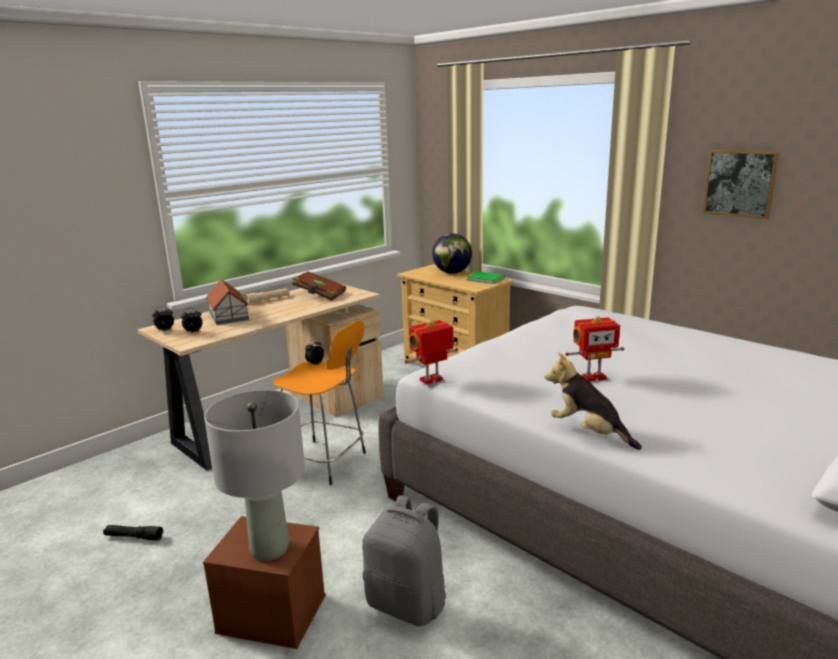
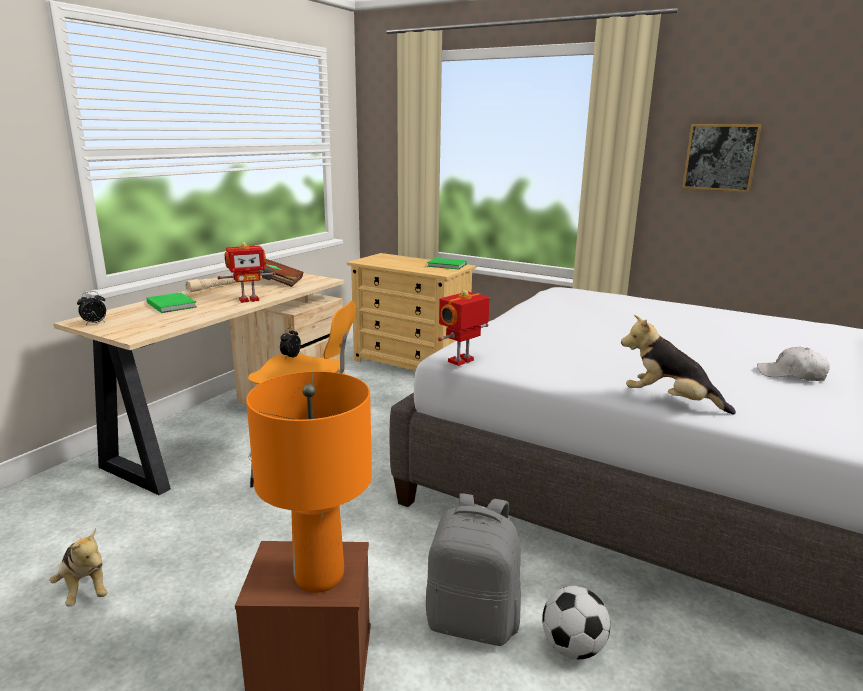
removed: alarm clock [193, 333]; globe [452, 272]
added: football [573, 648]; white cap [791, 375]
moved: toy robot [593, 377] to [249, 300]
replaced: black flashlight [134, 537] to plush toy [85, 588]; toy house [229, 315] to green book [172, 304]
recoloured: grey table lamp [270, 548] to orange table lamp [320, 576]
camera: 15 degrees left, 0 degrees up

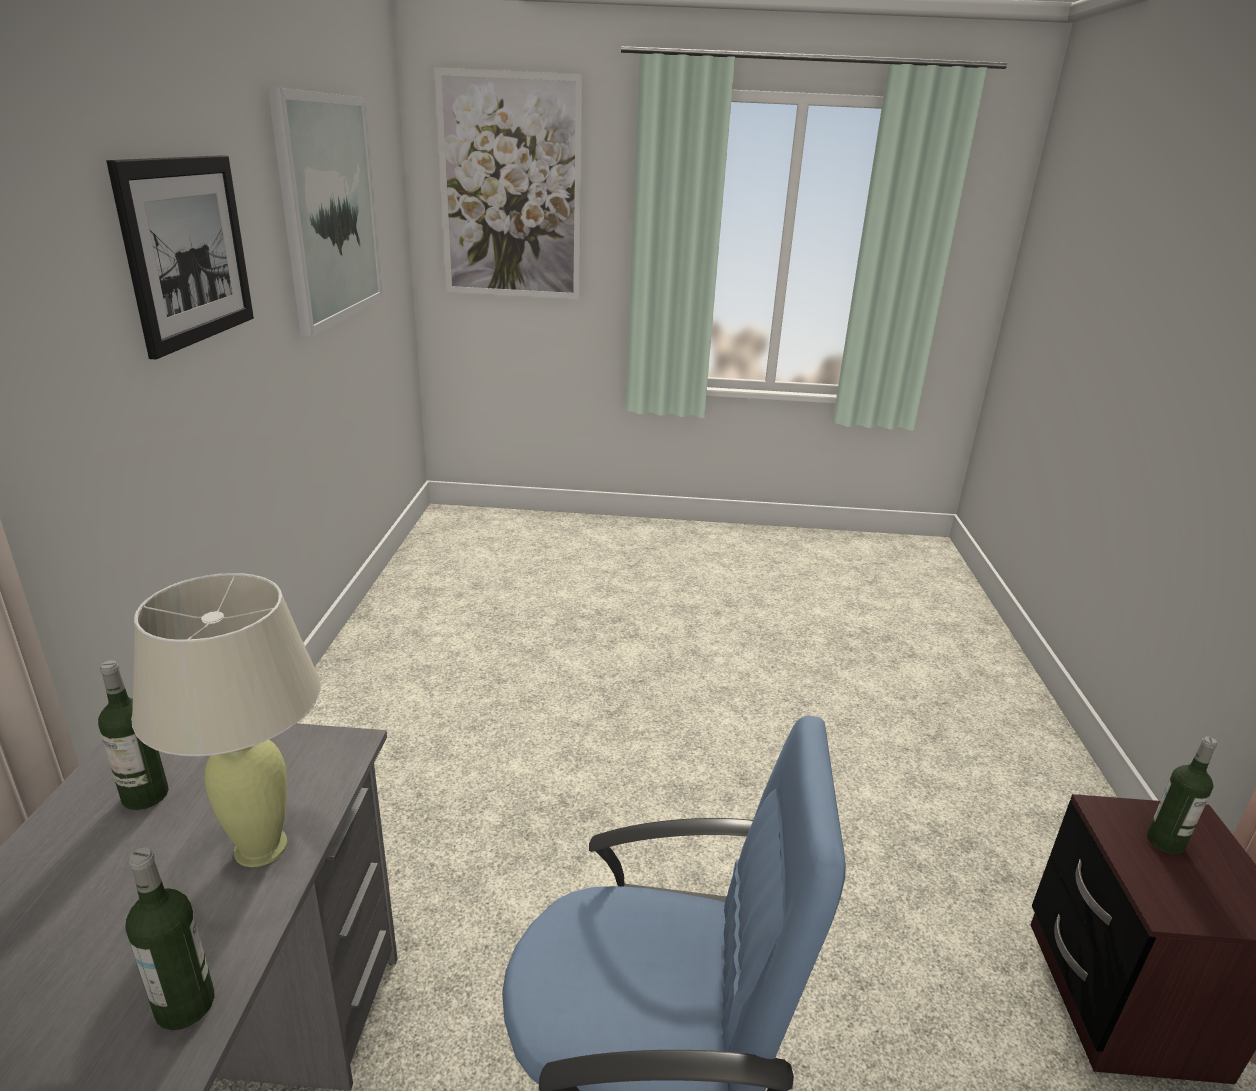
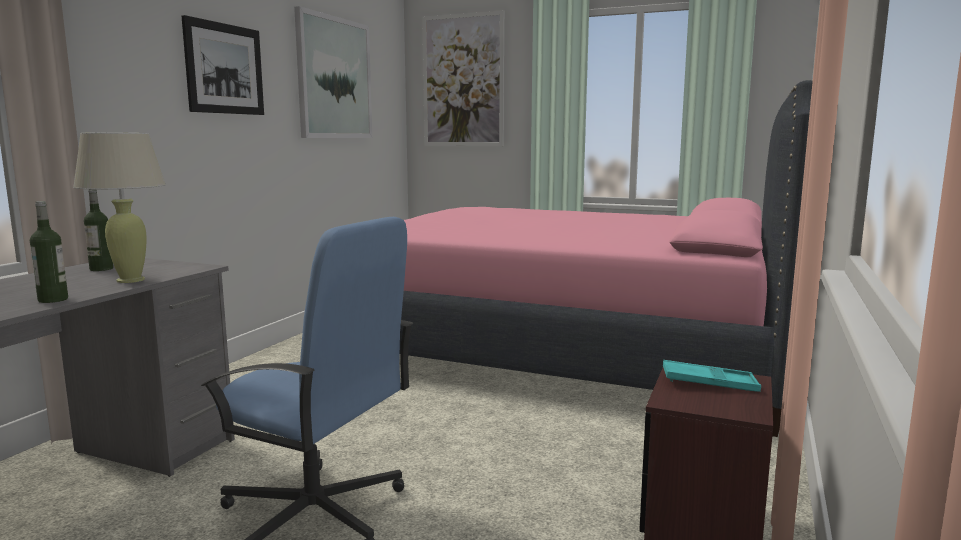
added: pink bed [566, 348]
replaced: bottle [1165, 842] to turquoise tray [709, 383]
camera: 20 degrees right, 15 degrees down

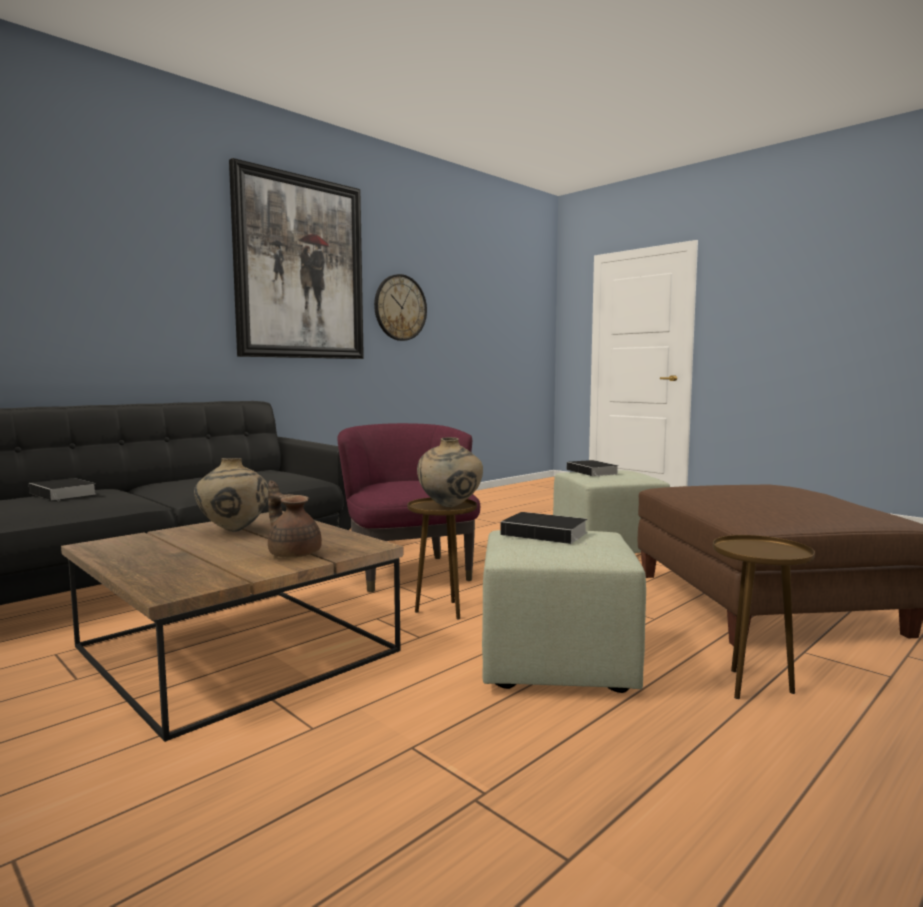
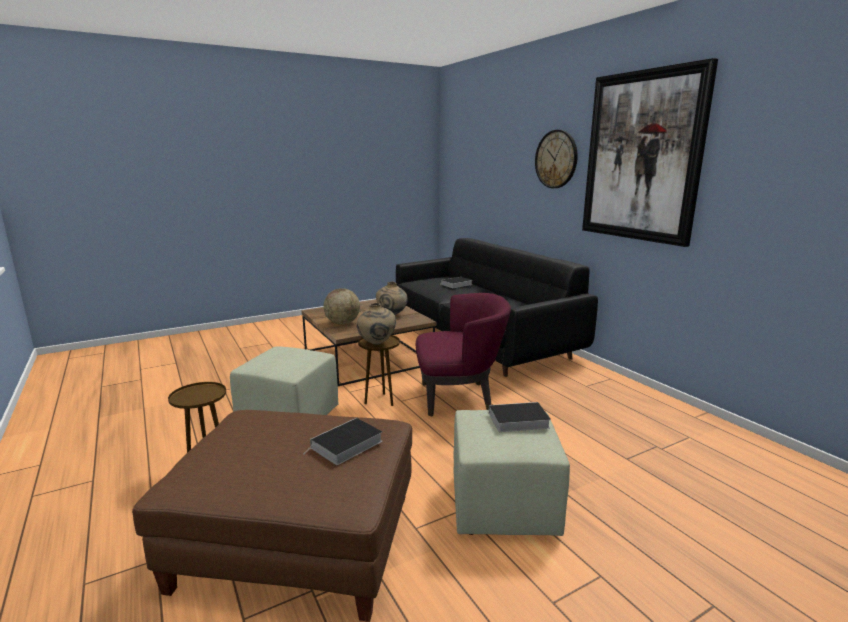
moved: wall clock [400, 307] to [556, 159]; book [547, 533] to [345, 445]
replaced: brown teapot [293, 553] to globe [342, 323]
camera: 105 degrees right, 10 degrees up

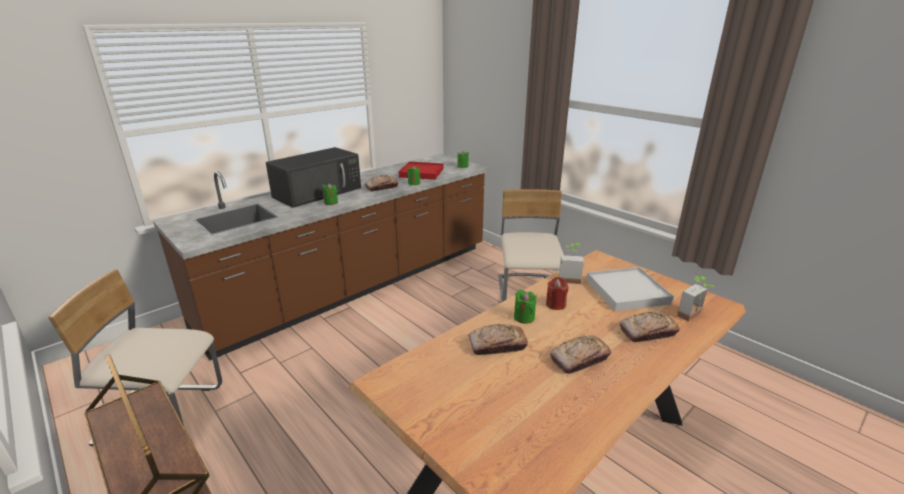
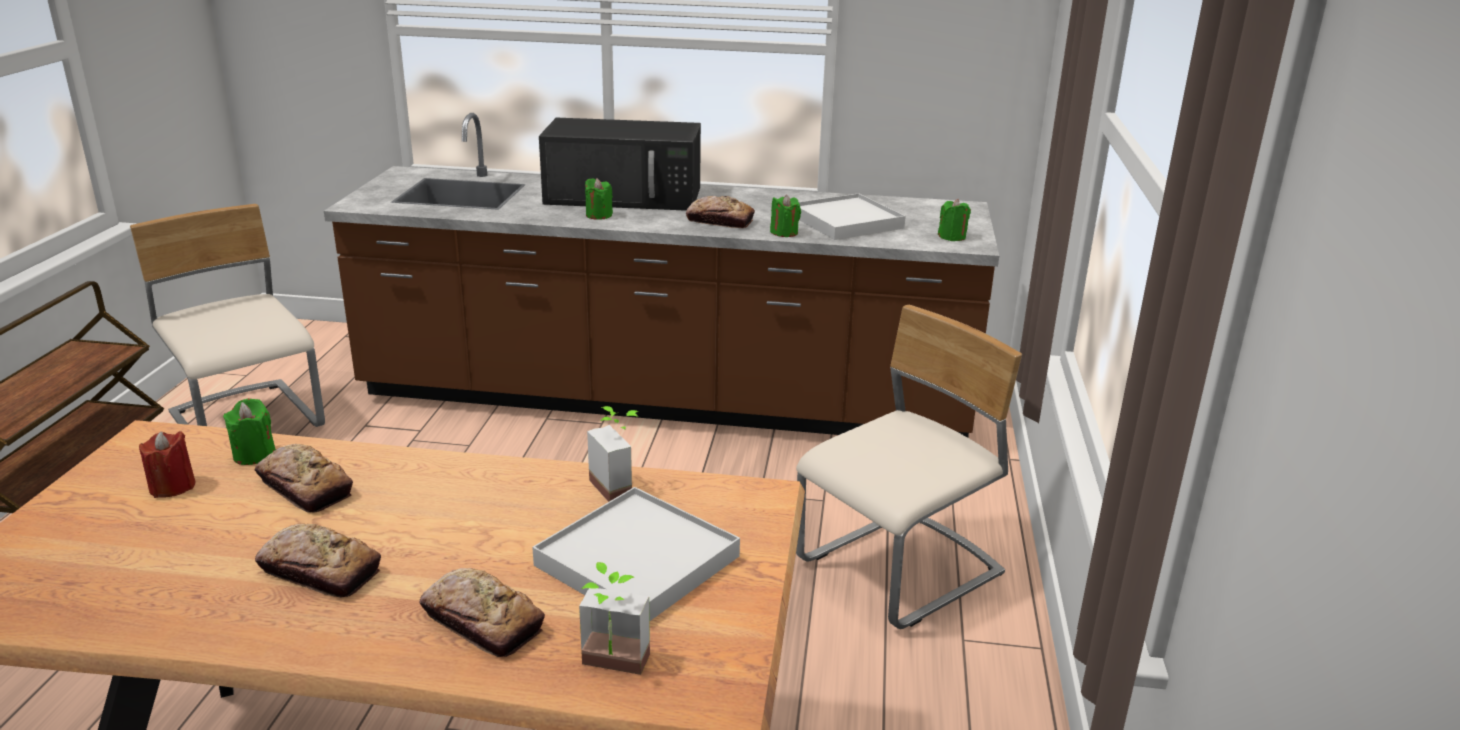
moved: green candle [524, 317] to [254, 455]; red candle [555, 304] to [172, 487]
recoloured: red tray [421, 173] to white tray [846, 221]
camera: 50 degrees right, 0 degrees up

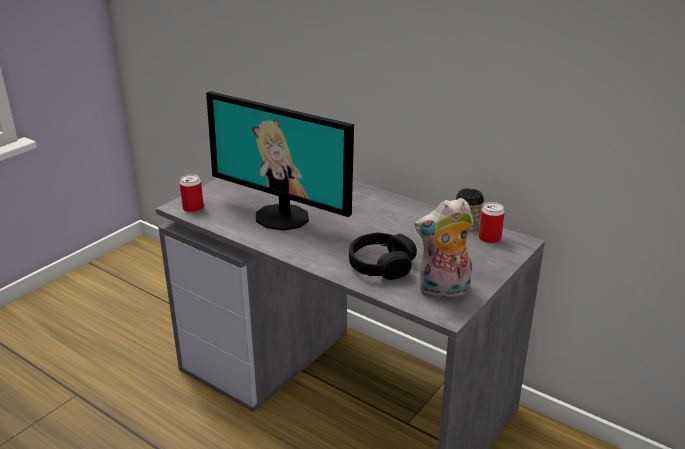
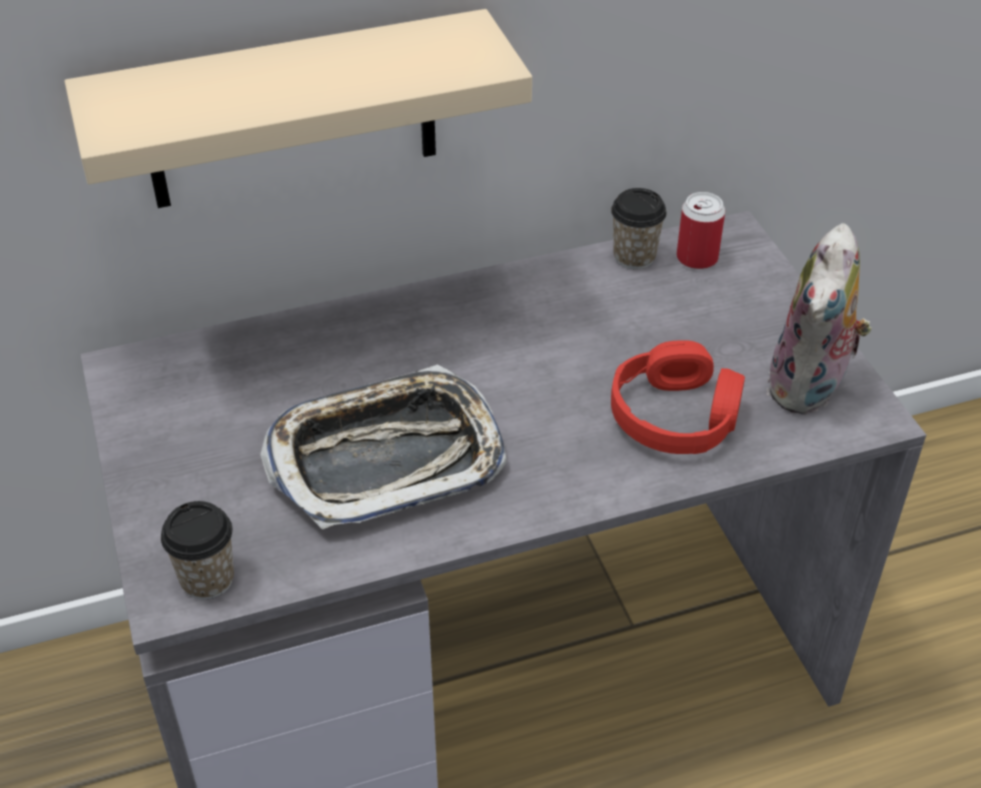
added: beige shelf [291, 112]
replaced: can [193, 208] to cup [207, 579]; monitor [283, 216] to tray [386, 457]
recoloured: black headphones [381, 265] to red headphones [675, 416]
camera: 55 degrees left, 15 degrees up

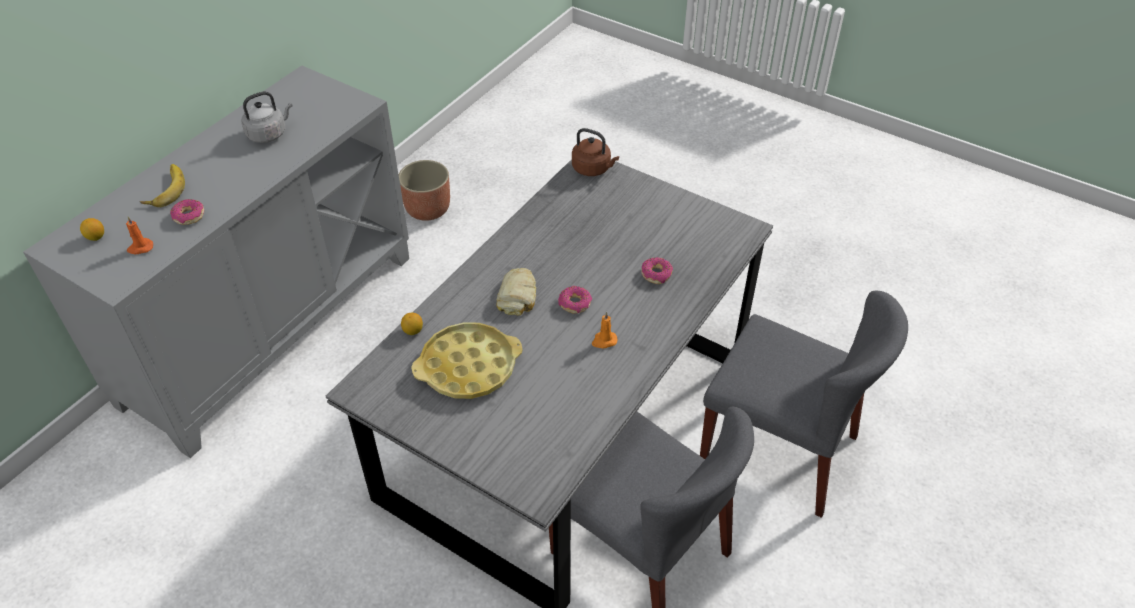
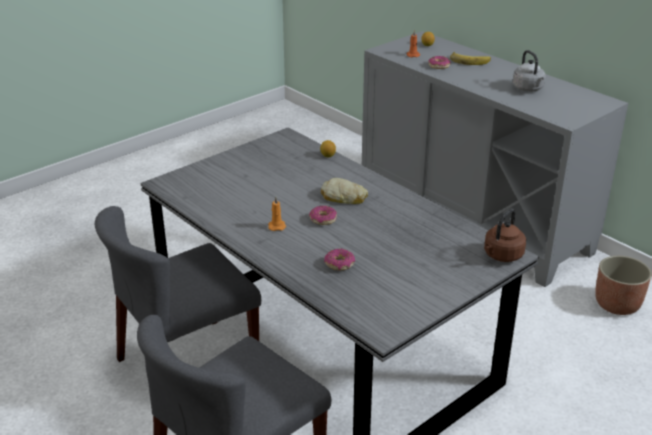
removed: yellow tray [468, 367]
camera: 105 degrees right, 15 degrees down

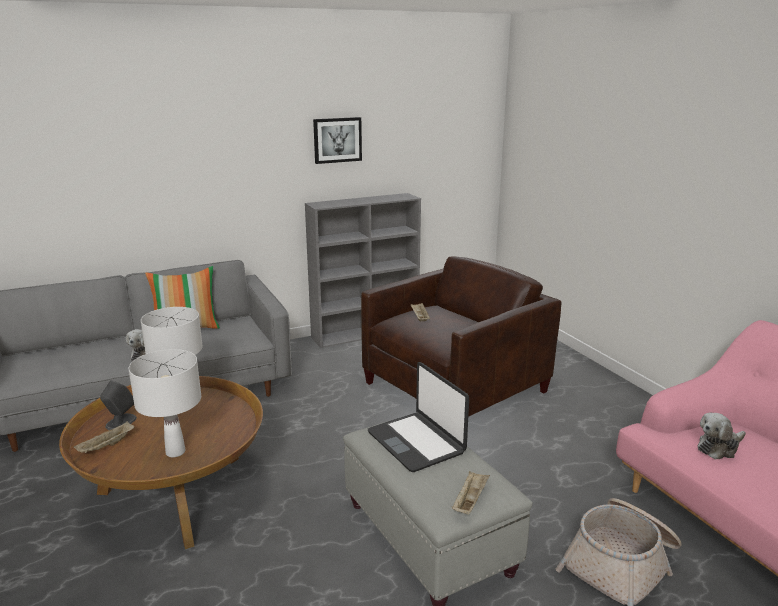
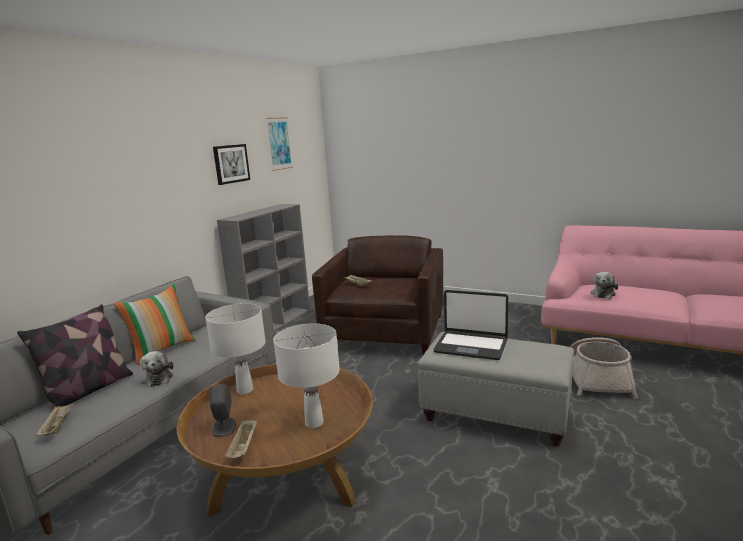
added: pillow [88, 390]; picture [279, 143]
moved: beige tray [470, 501] to [57, 427]
camera: 35 degrees left, 5 degrees down

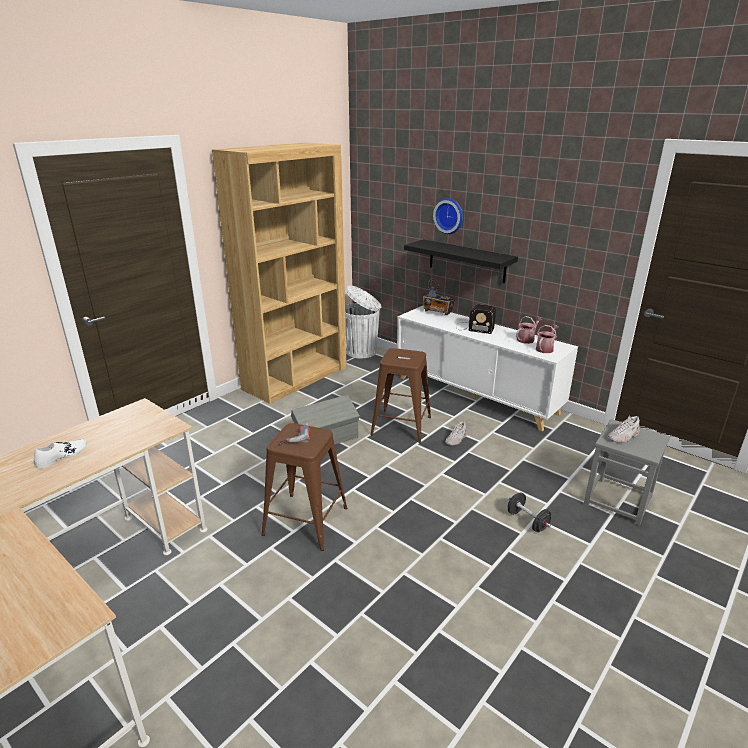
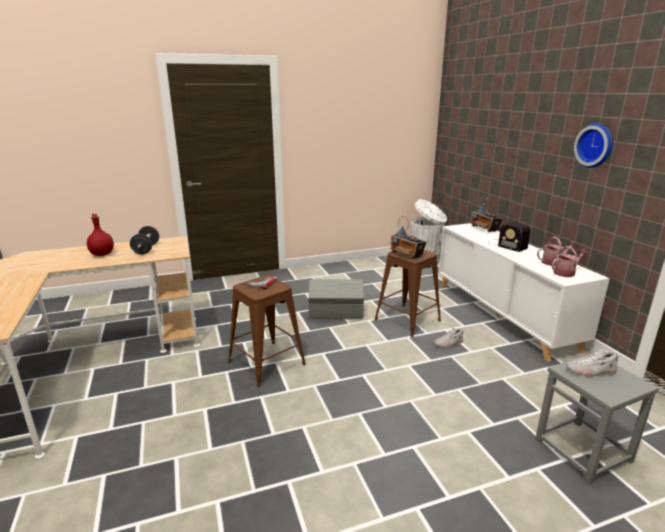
removed: brown bookcase [296, 378]; black shelf [467, 261]
added: radio [406, 255]
moved: wall clock [449, 215] to [596, 145]; black dumbbell [527, 521] to [146, 249]
replaced: white shoe [61, 456] to red bottle [102, 254]
camera: 30 degrees right, 5 degrees down

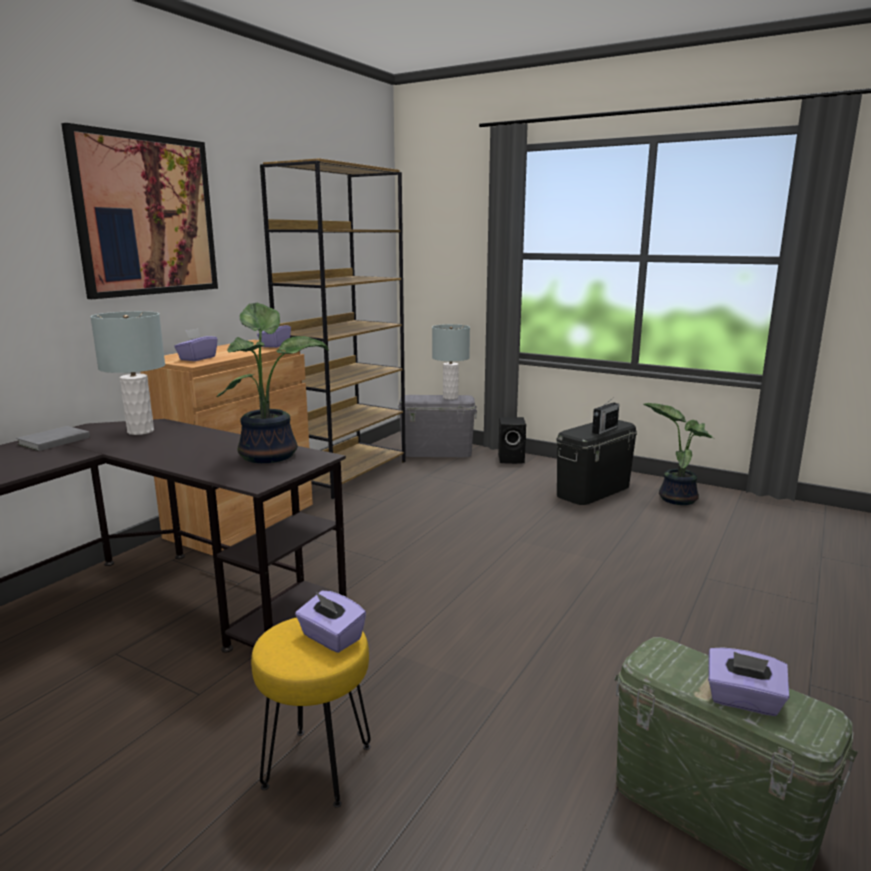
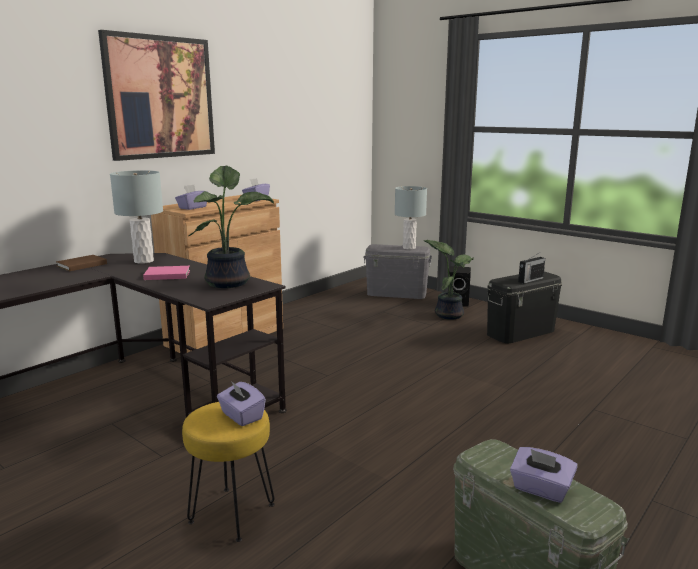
removed: brown bookcase [347, 473]
added: pink book [166, 275]
moved: potted plant [676, 498] to [448, 314]
recoloured: grey book [52, 441] to brown book [80, 265]
camera: 10 degrees right, 0 degrees up

